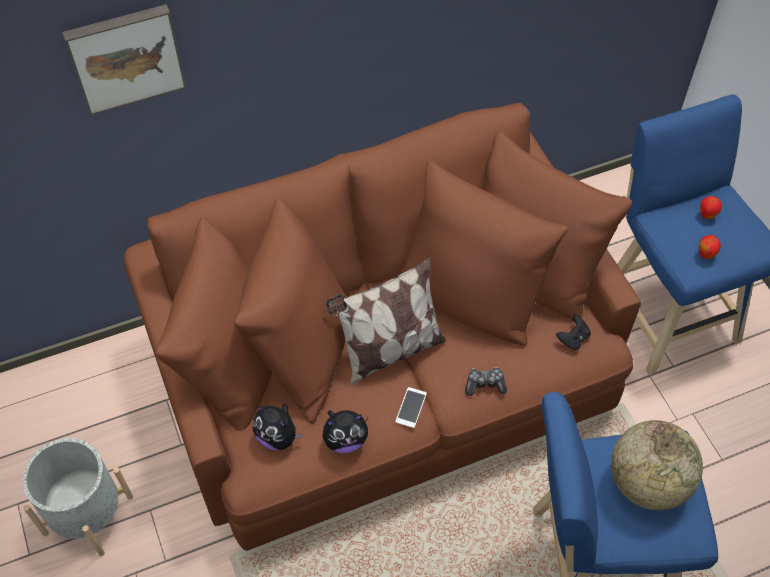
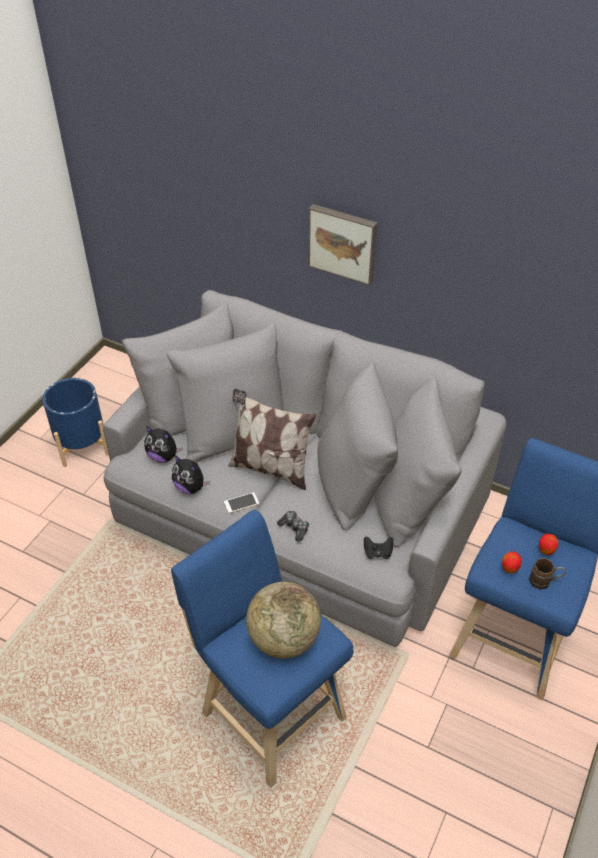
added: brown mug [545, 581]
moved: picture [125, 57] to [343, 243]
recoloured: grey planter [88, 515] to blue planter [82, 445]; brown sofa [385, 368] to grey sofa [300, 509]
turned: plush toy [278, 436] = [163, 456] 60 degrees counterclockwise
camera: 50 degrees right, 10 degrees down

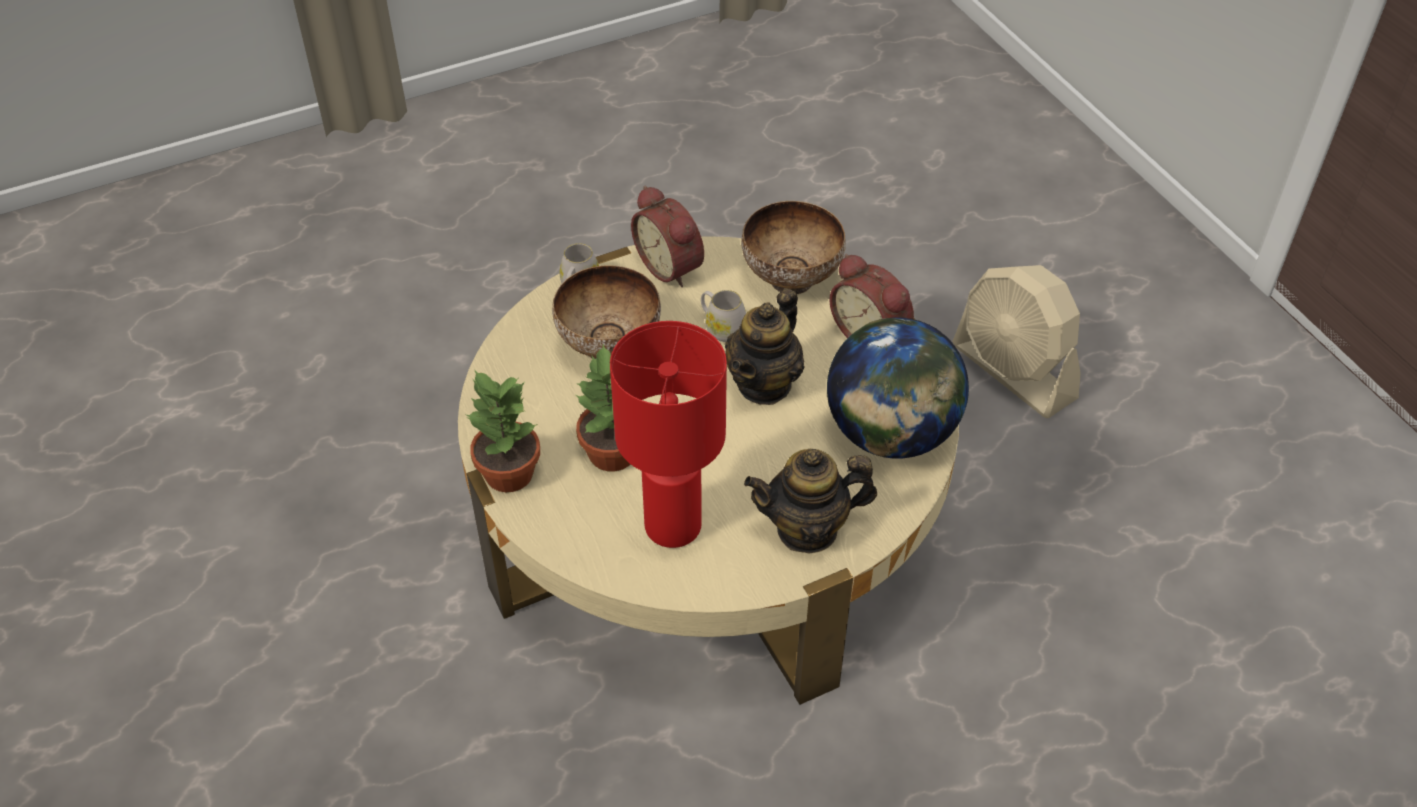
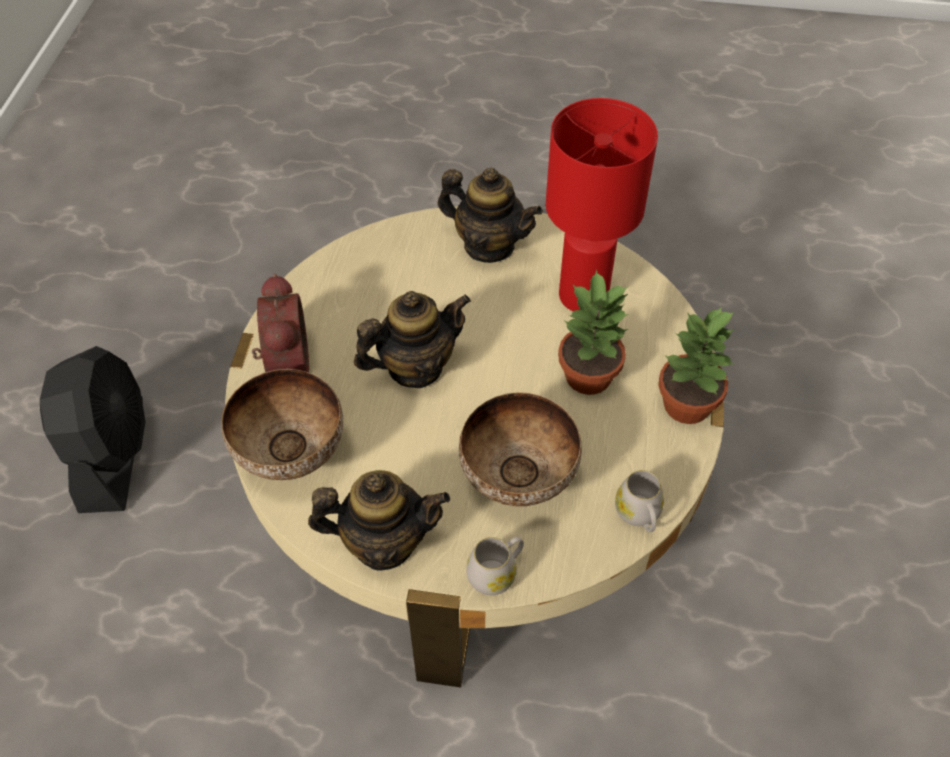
removed: globe [890, 435]
moved: white mug [721, 328] to [639, 515]
replaced: alarm clock [672, 266] to teapot [383, 542]
recoloured: beige fan [1013, 372] to black fan [113, 454]
camera: 145 degrees left, 5 degrees up

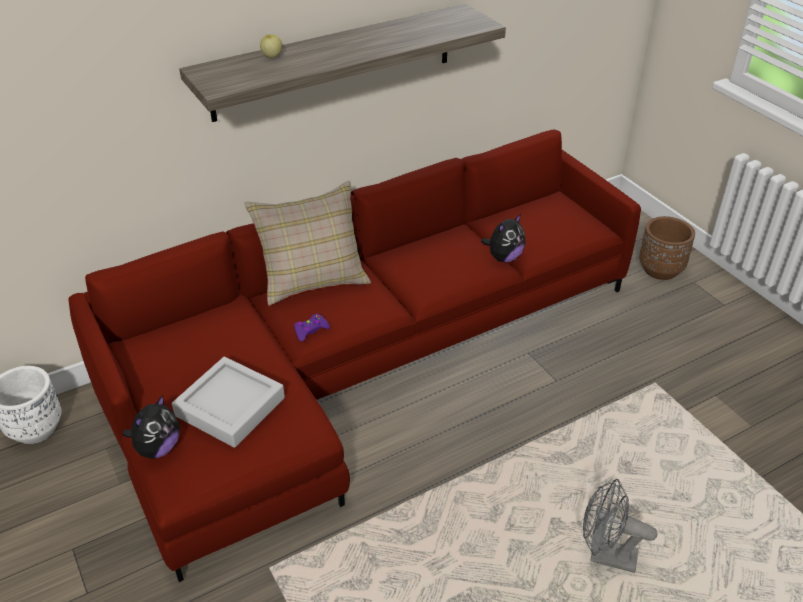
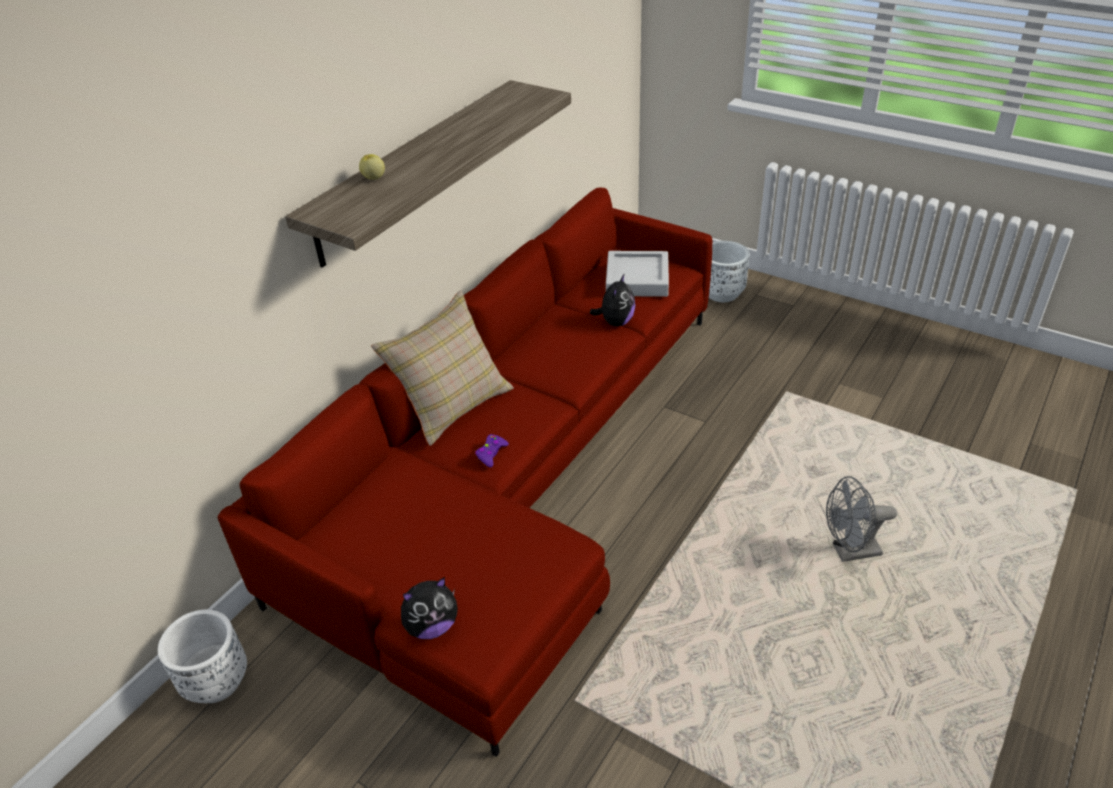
moved: grey tray [230, 407] to [637, 279]
recoloured: brown planter [660, 270] to white planter [722, 293]
turned: plush toy [157, 448] = [431, 626] 60 degrees clockwise
camera: 25 degrees left, 0 degrees up

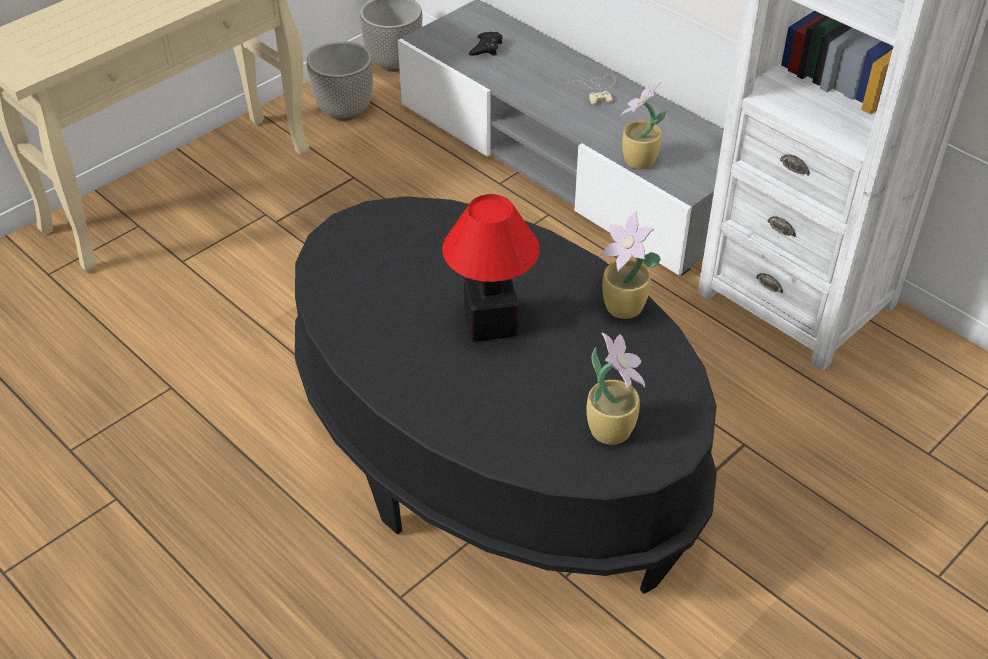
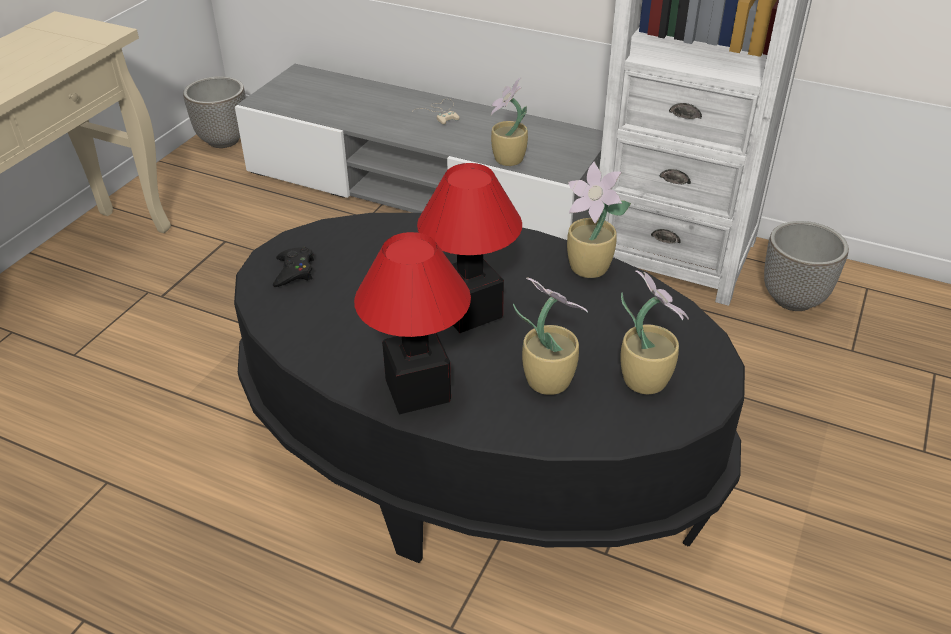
added: table lamp [419, 389]; potted plant [547, 379]
moved: planter [345, 111] to [793, 299]; black game controller [486, 48] to [294, 271]
camera: 20 degrees left, 5 degrees down

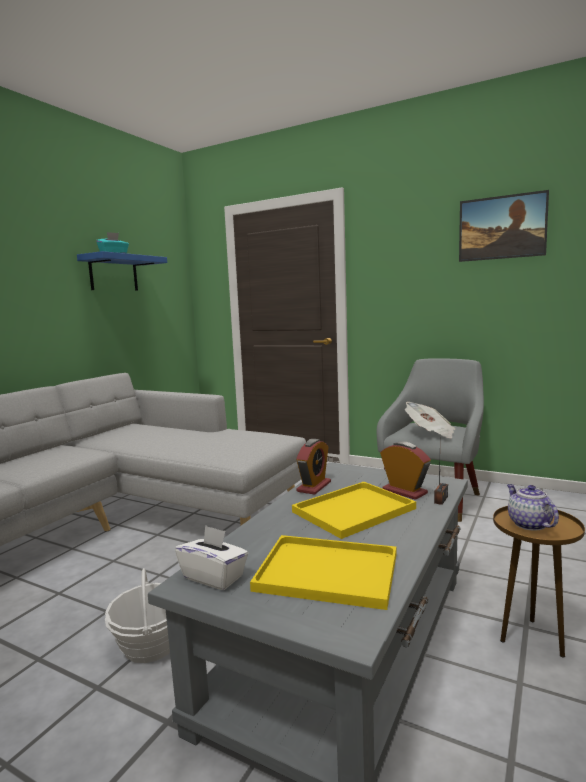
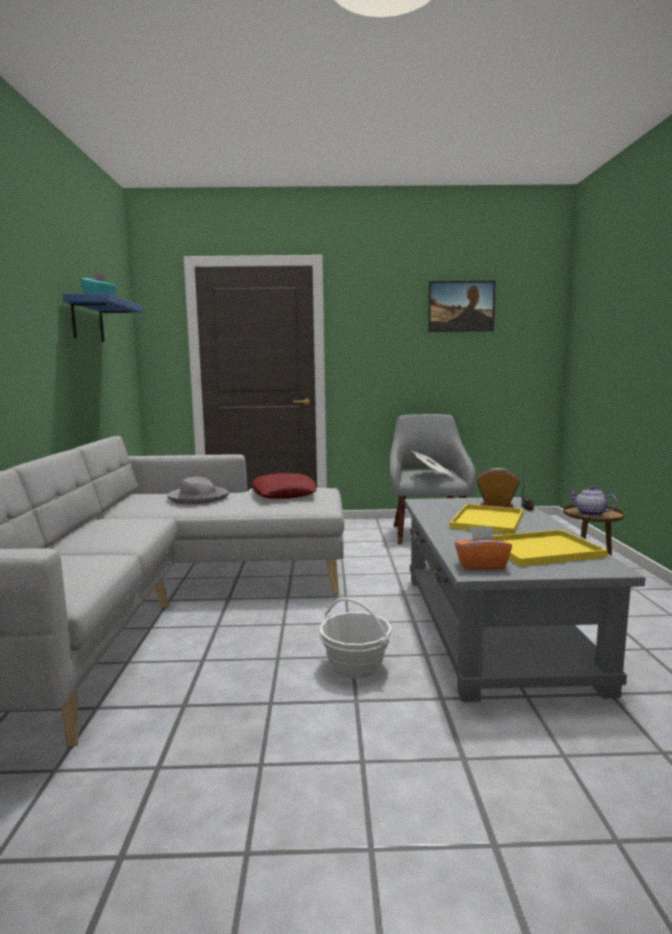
removed: alarm clock [314, 486]
added: grey hat [198, 498]; red pillow [283, 494]
recoloured: white tissue box [214, 577] to orange tissue box [481, 565]
camera: 30 degrees left, 0 degrees up

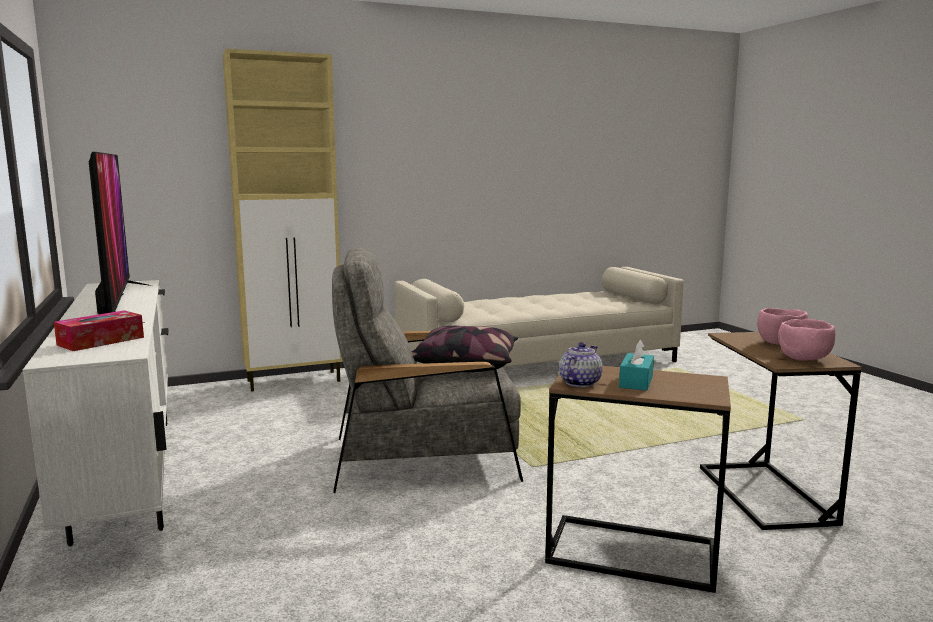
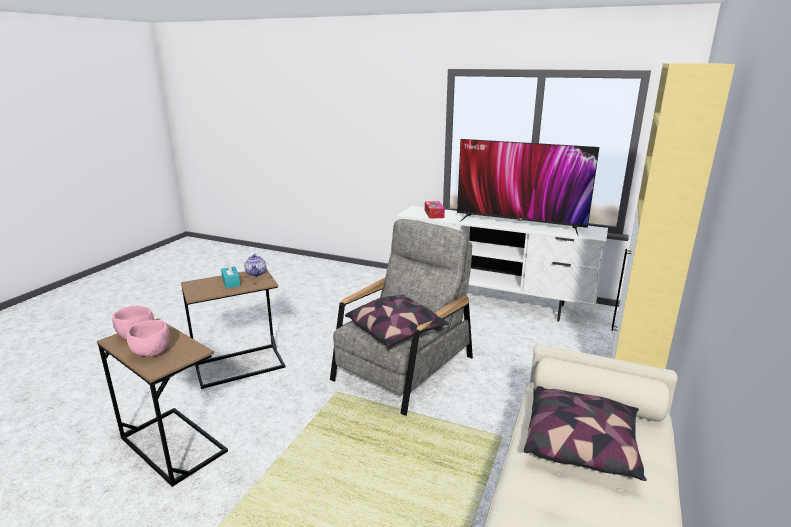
added: pillow [581, 445]
camera: 135 degrees right, 10 degrees up

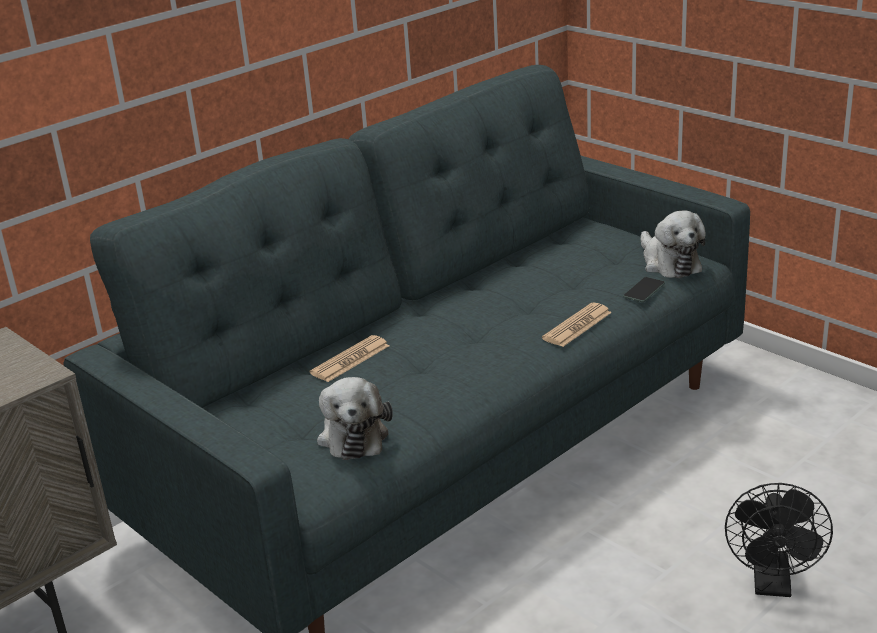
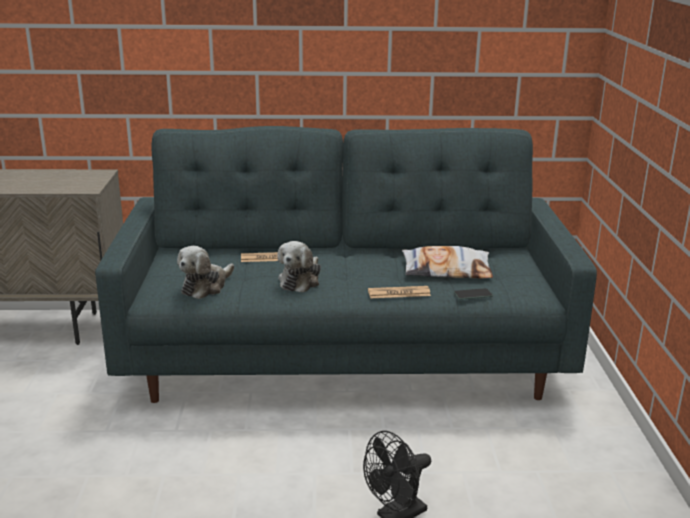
added: pillow [446, 270]
moved: plush toy [669, 263] to [300, 281]
camera: 40 degrees right, 5 degrees down

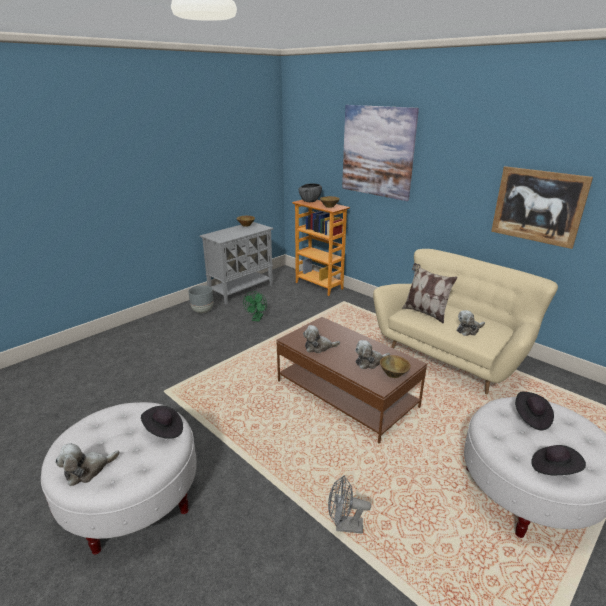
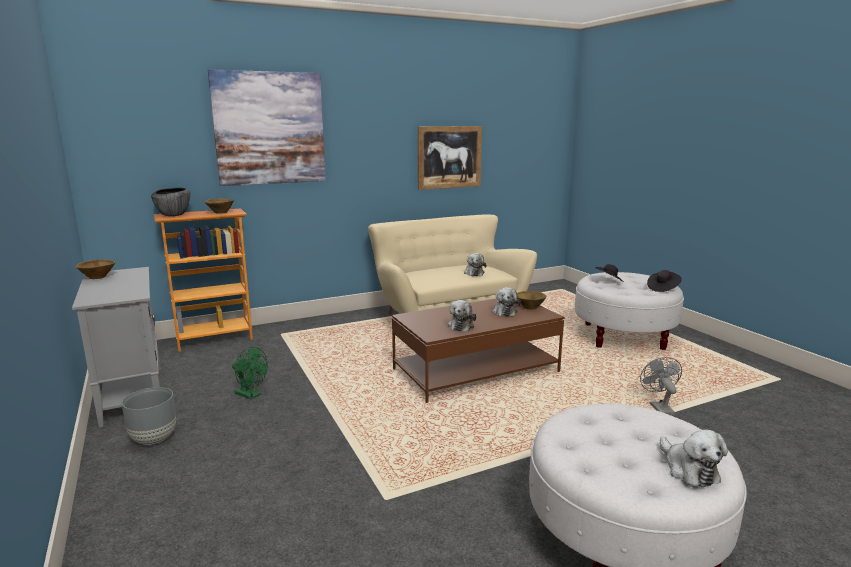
removed: black hat [164, 430]; pillow [425, 313]
turned: grey fan [344, 526] = [659, 407] 150 degrees clockwise
camera: 70 degrees left, 10 degrees down

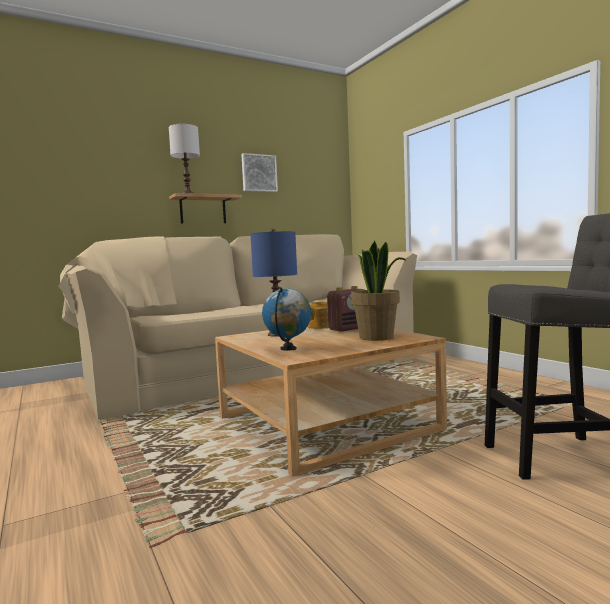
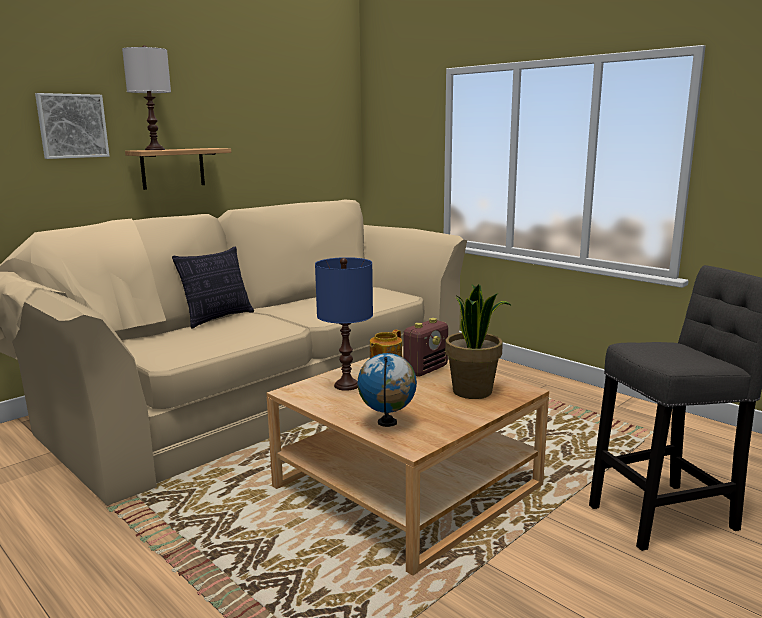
added: pillow [218, 318]
moved: picture [259, 173] to [72, 126]
camera: 15 degrees left, 10 degrees up

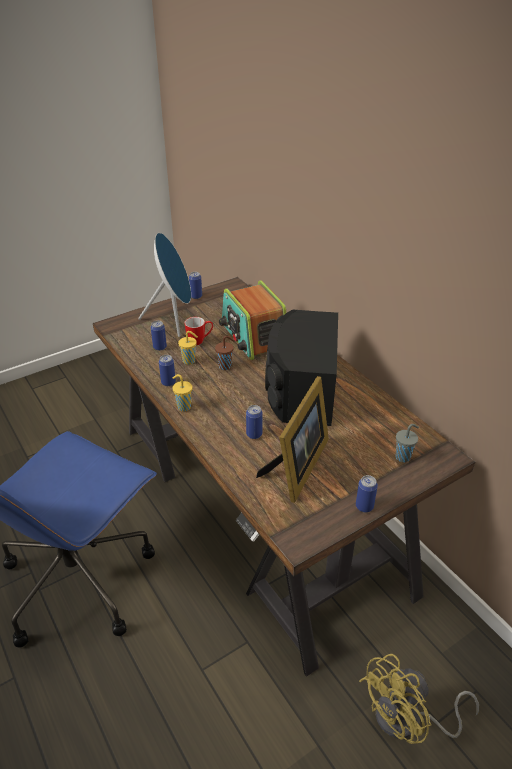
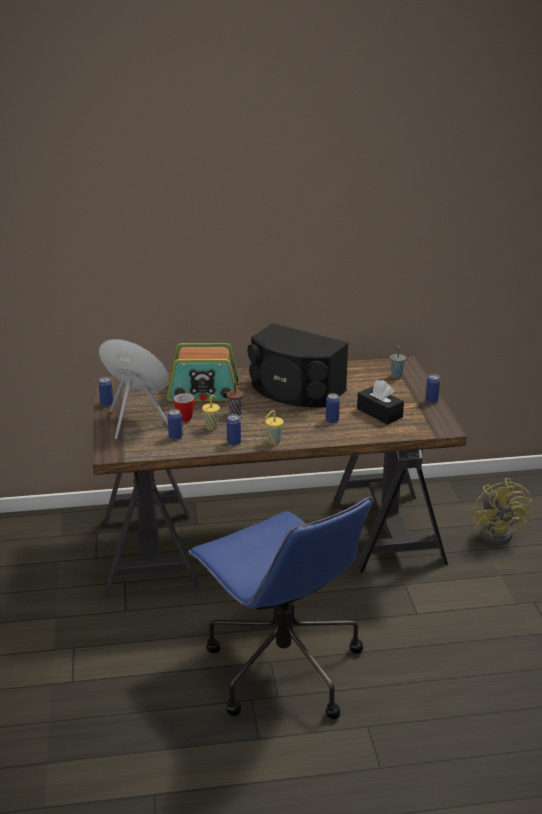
replaced: picture frame [297, 467] to black tissue box [379, 413]
camera: 65 degrees left, 10 degrees down

